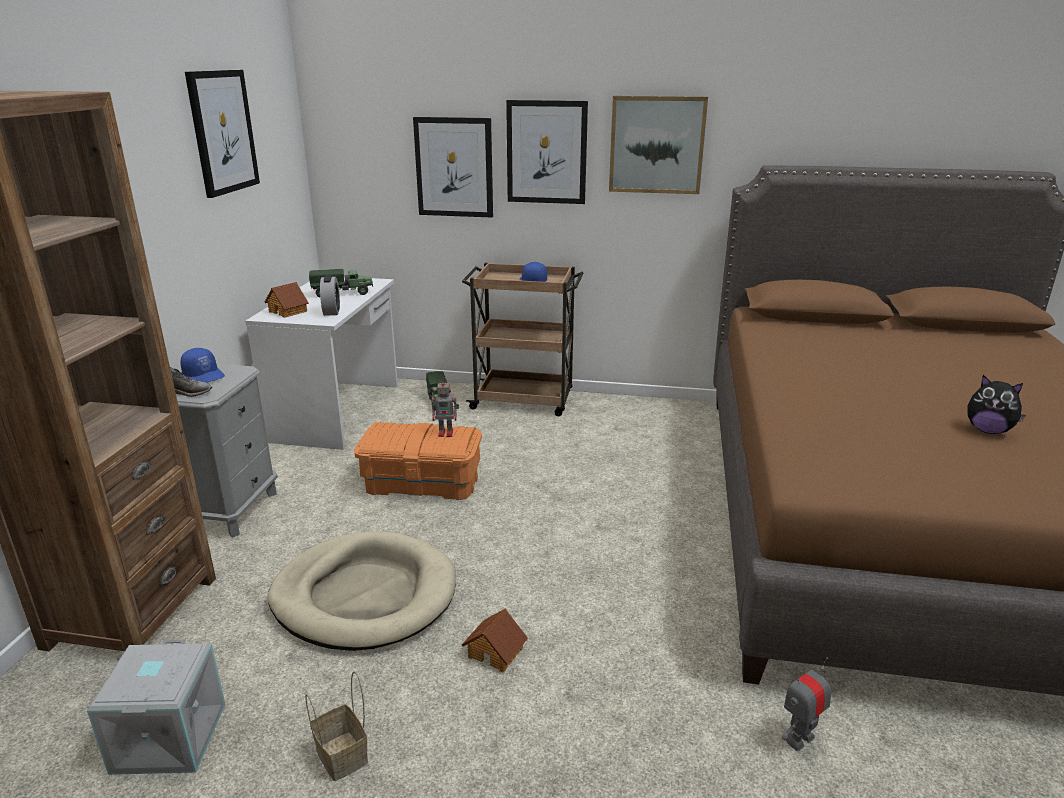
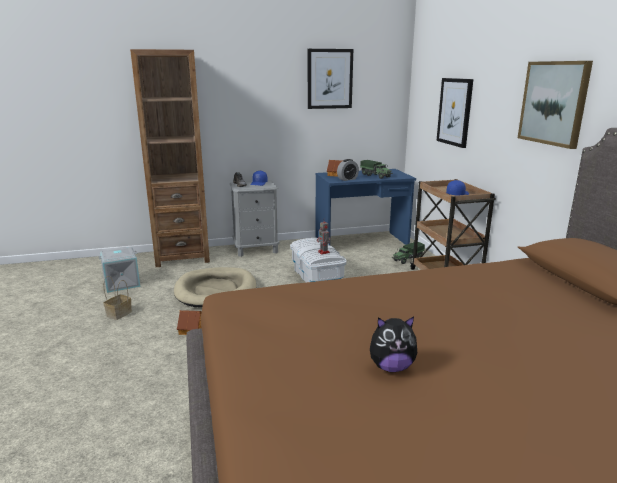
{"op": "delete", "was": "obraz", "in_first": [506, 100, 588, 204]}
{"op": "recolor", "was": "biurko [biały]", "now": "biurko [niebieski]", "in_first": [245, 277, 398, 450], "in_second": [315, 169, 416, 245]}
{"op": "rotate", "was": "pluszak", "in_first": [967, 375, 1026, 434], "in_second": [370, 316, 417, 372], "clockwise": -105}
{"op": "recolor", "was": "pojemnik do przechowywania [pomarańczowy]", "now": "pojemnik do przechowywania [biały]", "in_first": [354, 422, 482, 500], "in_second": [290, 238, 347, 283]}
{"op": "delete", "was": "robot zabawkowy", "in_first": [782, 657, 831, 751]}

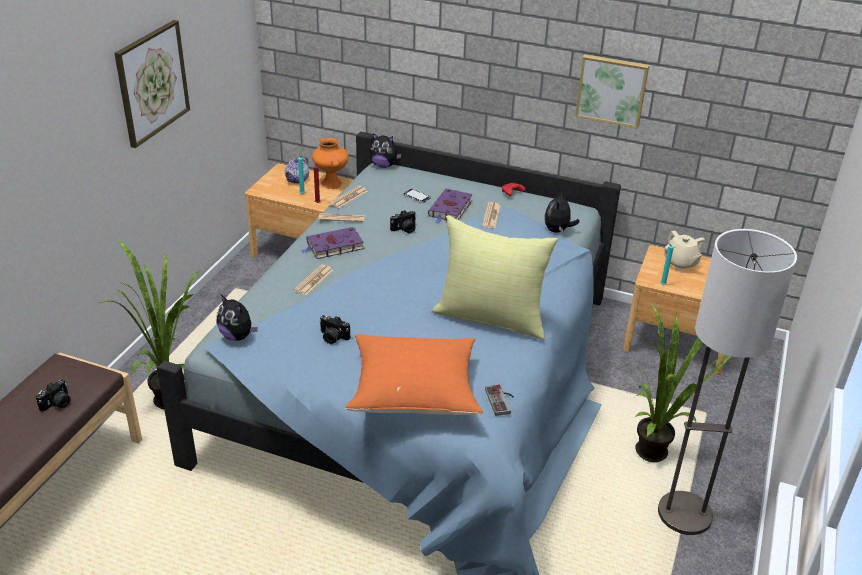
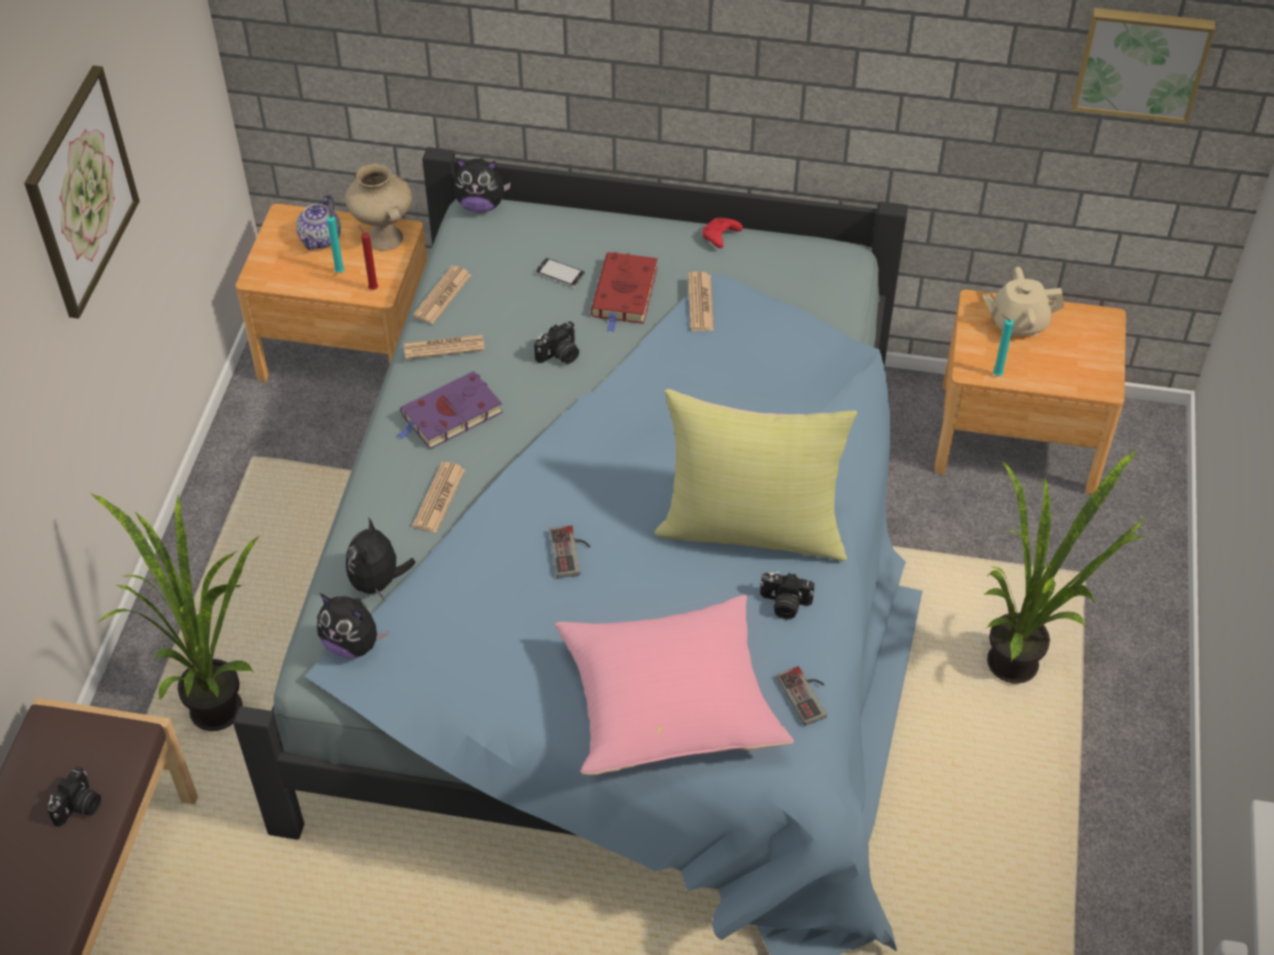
{"op": "move", "was": "obraz", "in_first": [575, 54, 649, 129], "in_second": [1072, 8, 1215, 124]}
{"op": "recolor", "was": "wazon [pomarańczowy]", "now": "wazon [beżowy]", "in_first": [312, 138, 349, 189], "in_second": [345, 164, 412, 251]}
{"op": "recolor", "was": "książka [fioletowy]", "now": "książka [czerwony]", "in_first": [428, 189, 473, 224], "in_second": [591, 252, 657, 333]}
{"op": "move", "was": "pluszak", "in_first": [544, 191, 580, 233], "in_second": [346, 517, 416, 599]}
{"op": "delete", "was": "lampa stojąca", "in_first": [658, 229, 797, 535]}
{"op": "rotate", "was": "imbryk [beżowy]", "in_first": [664, 230, 705, 271], "in_second": [983, 267, 1064, 337], "clockwise": 120}
{"op": "move", "was": "aparat fotograficzny", "in_first": [319, 315, 350, 344], "in_second": [760, 572, 815, 619]}
{"op": "recolor", "was": "poduszka [pomarańczowy]", "now": "poduszka [różowy]", "in_first": [345, 334, 483, 415], "in_second": [554, 595, 794, 775]}
{"op": "insert", "now": "pad do gier", "in_second": [549, 526, 591, 578]}

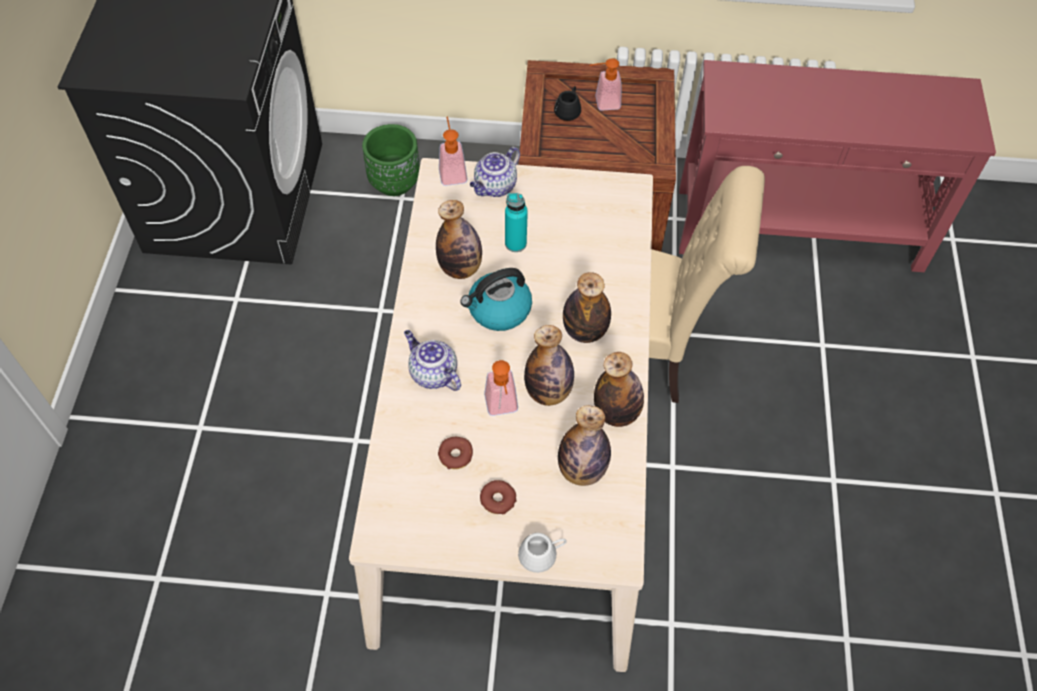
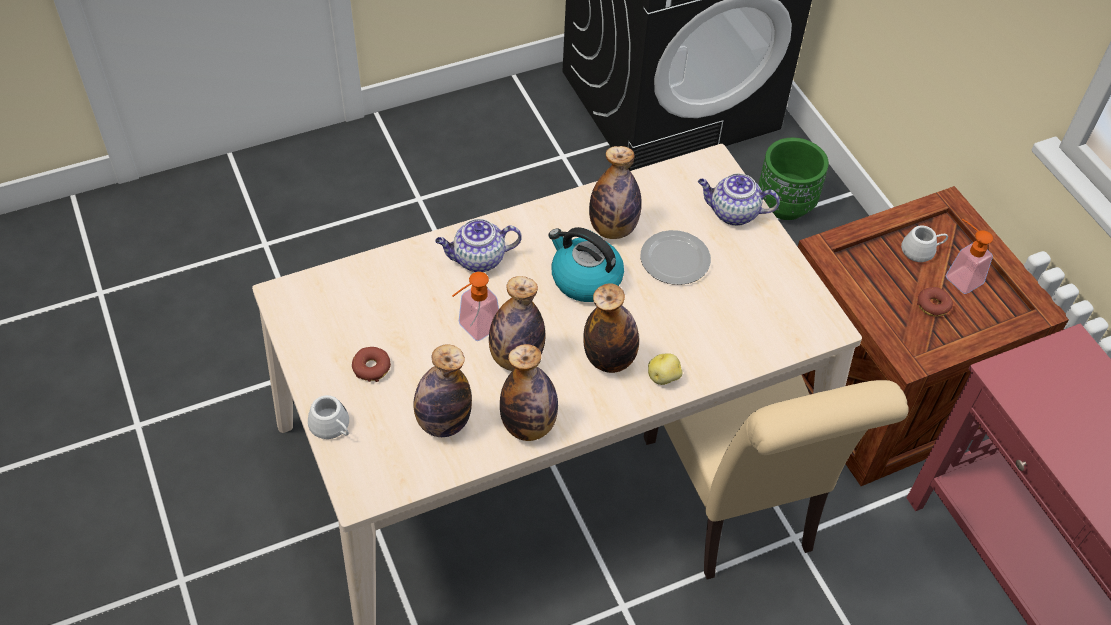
{"op": "recolor", "was": "kubek [czarny]", "now": "kubek [biały]", "in_first": [554, 86, 581, 121], "in_second": [901, 225, 948, 262]}
{"op": "delete", "was": "dozownik mydła", "in_first": [439, 117, 468, 186]}
{"op": "replace", "was": "butelka [turkusowy]", "now": "talerz", "in_first": [505, 193, 528, 252], "in_second": [641, 230, 711, 285]}
{"op": "rotate", "was": "imbryk", "in_first": [404, 330, 461, 391], "in_second": [435, 219, 522, 272], "clockwise": -120}
{"op": "move", "was": "donut", "in_first": [438, 437, 473, 469], "in_second": [917, 287, 953, 316]}
{"op": "insert", "now": "ziemniak", "in_second": [648, 353, 683, 385]}

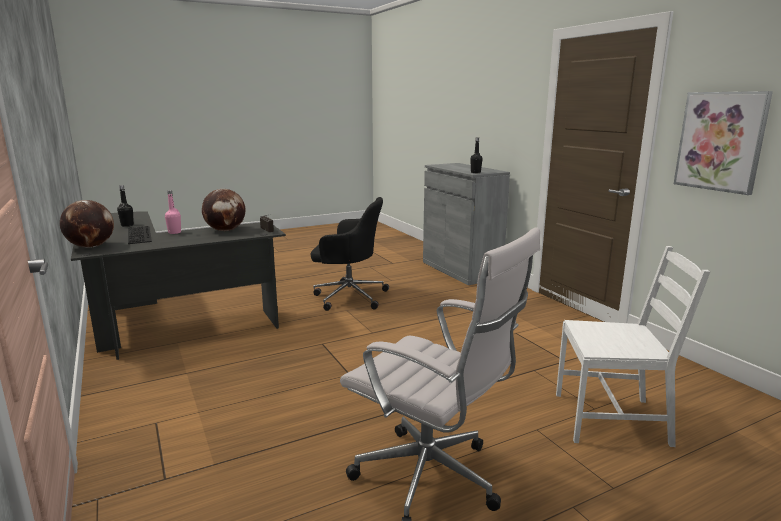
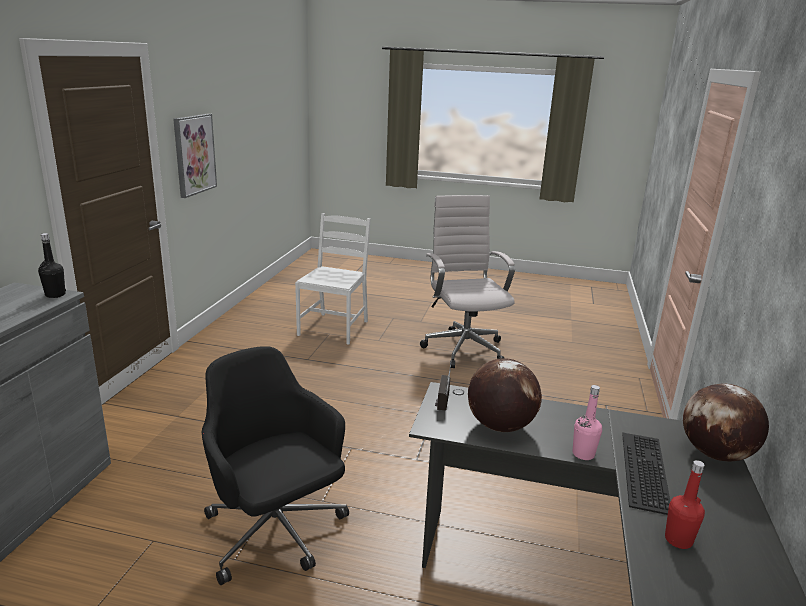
{"op": "recolor", "was": "butelka [czarny]", "now": "butelka [czerwony]", "in_first": [117, 185, 134, 227], "in_second": [665, 460, 705, 549]}
{"op": "rotate", "was": "krzesło [biały]", "in_first": [556, 246, 710, 447], "in_second": [295, 213, 371, 345], "clockwise": 60}

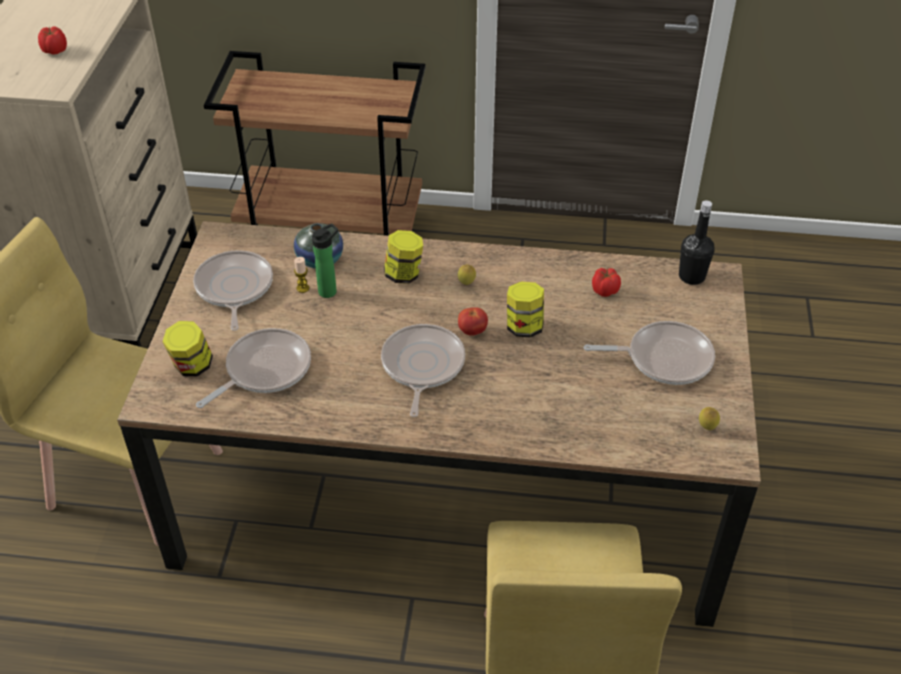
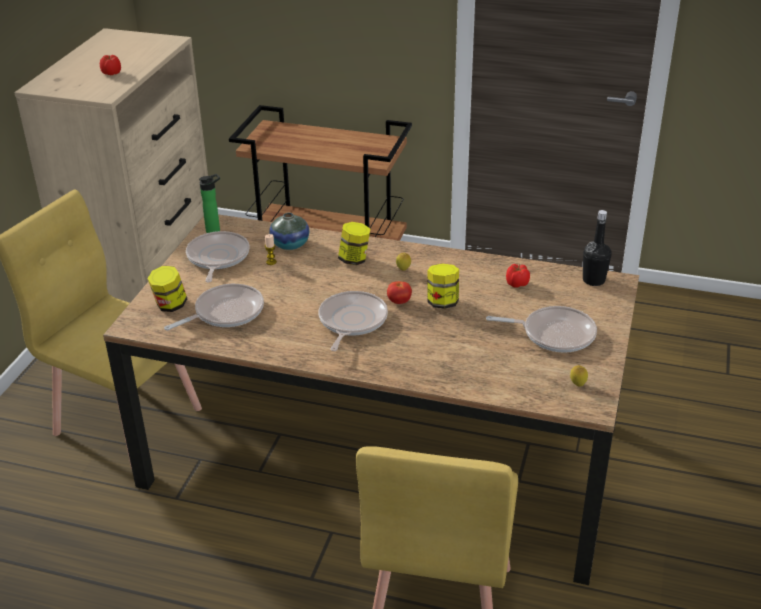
{"op": "move", "was": "butelka", "in_first": [312, 223, 338, 298], "in_second": [199, 174, 220, 233]}

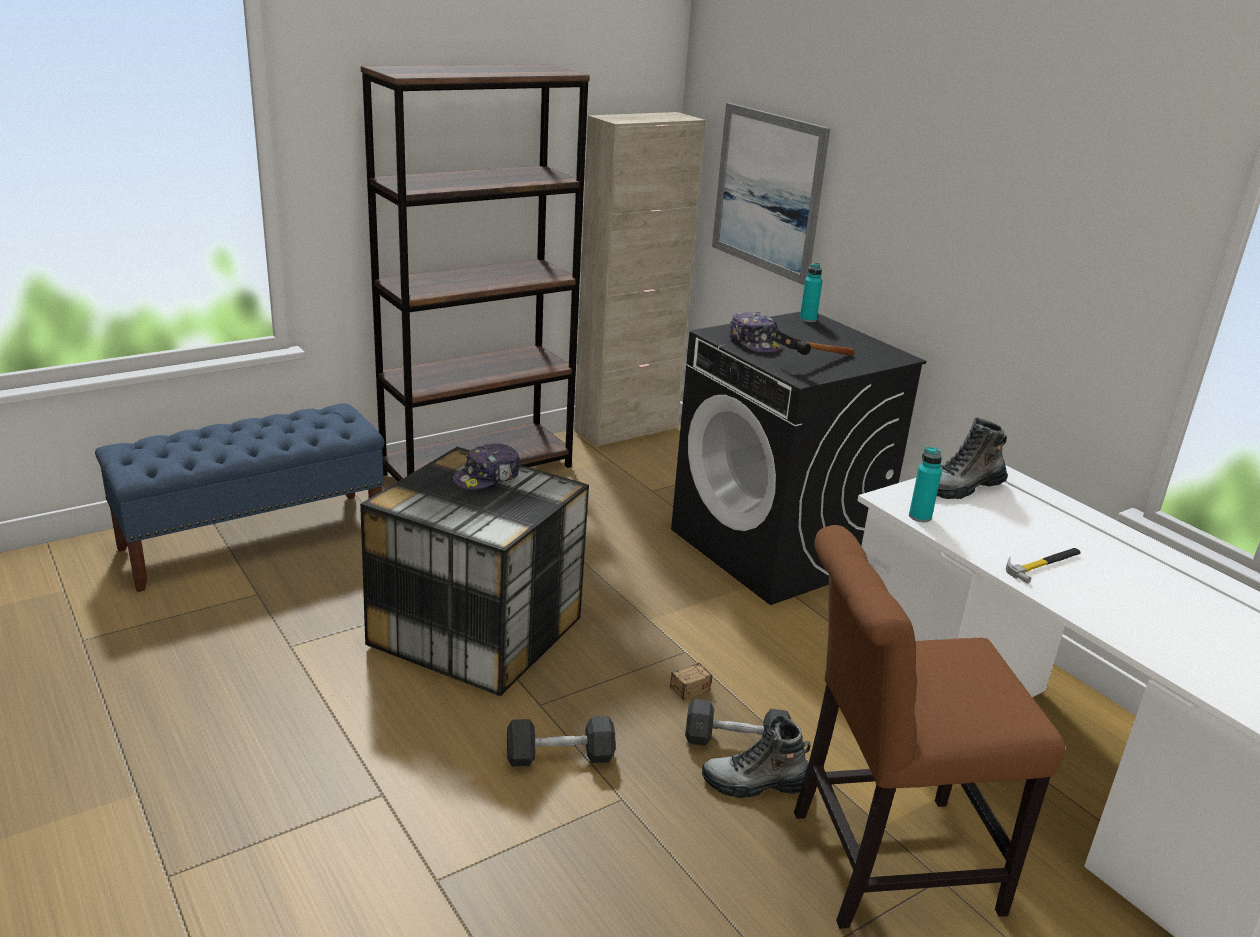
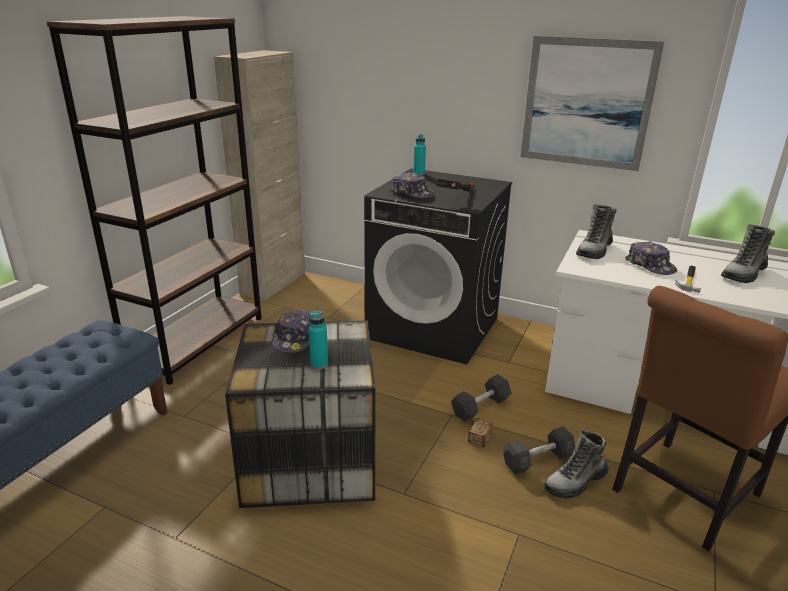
{"op": "move", "was": "obraz", "in_first": [712, 103, 830, 285], "in_second": [520, 36, 664, 171]}
{"op": "move", "was": "butelka [turkusowy]", "in_first": [909, 447, 942, 522], "in_second": [309, 311, 328, 369]}
{"op": "move", "was": "hantel [szary]", "in_first": [507, 716, 615, 767], "in_second": [451, 374, 512, 422]}
{"op": "insert", "now": "but z cholewką", "in_second": [721, 224, 775, 283]}
{"op": "insert", "now": "czapka z daszkiem", "in_second": [625, 241, 677, 275]}

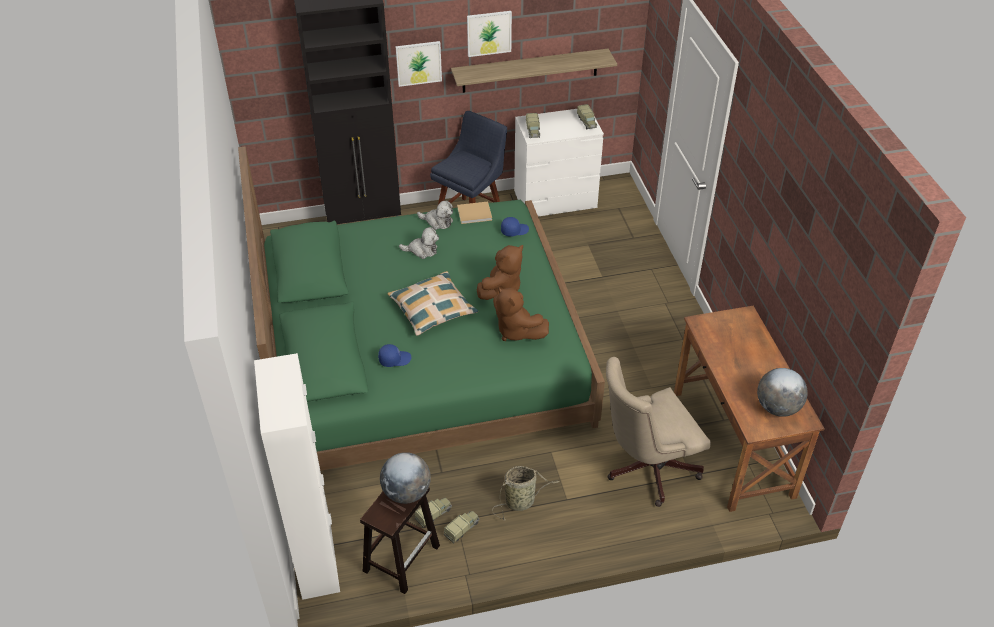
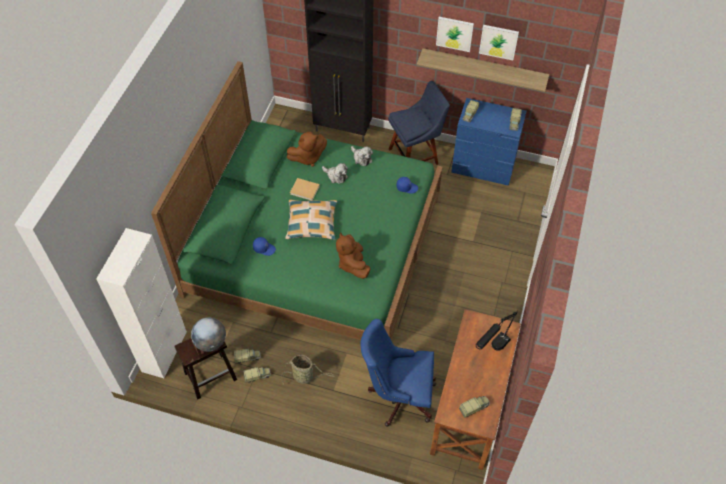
{"op": "move", "was": "obraz", "in_first": [396, 41, 442, 87], "in_second": [479, 25, 519, 60]}
{"op": "recolor", "was": "komoda [biały]", "now": "komoda [niebieski]", "in_first": [514, 109, 604, 217], "in_second": [451, 98, 527, 186]}
{"op": "move", "was": "książka [beżowy]", "in_first": [457, 202, 492, 224], "in_second": [290, 178, 320, 201]}
{"op": "move", "was": "pluszak [brązowy]", "in_first": [477, 245, 523, 300], "in_second": [287, 132, 327, 167]}
{"op": "recolor", "was": "krzesło biurowe [beżowy]", "now": "krzesło biurowe [niebieski]", "in_first": [606, 357, 711, 507], "in_second": [360, 319, 436, 427]}
{"op": "replace", "was": "globus", "now": "ciężarówka zabawkowa", "in_first": [757, 368, 808, 417], "in_second": [459, 396, 490, 418]}
{"op": "insert", "now": "lampa stołowa [czarny]", "in_second": [476, 311, 518, 351]}

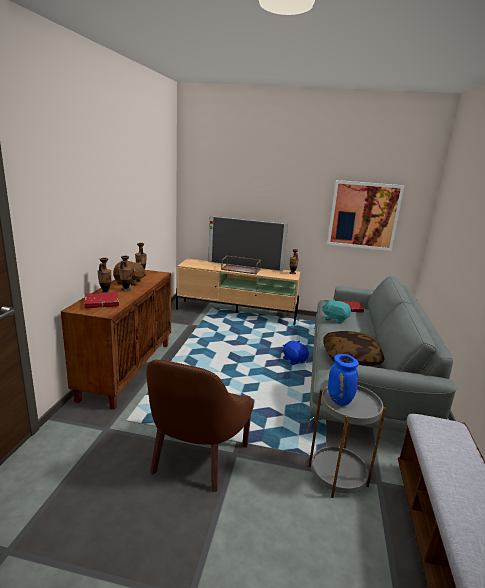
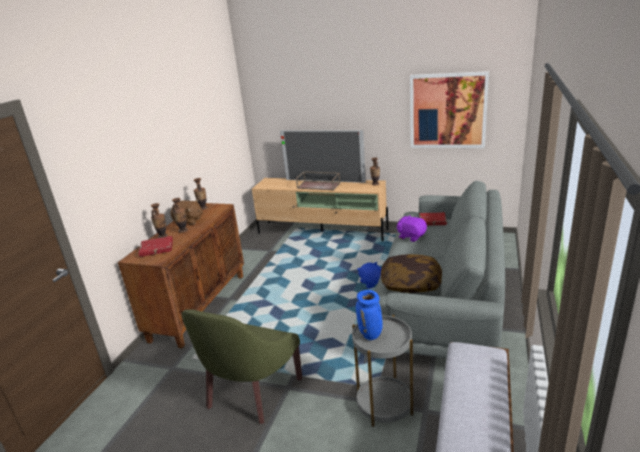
{"op": "recolor", "was": "pluszak [turkusowy]", "now": "pluszak [fioletowy]", "in_first": [322, 300, 351, 324], "in_second": [397, 215, 427, 242]}
{"op": "recolor", "was": "fotel [brązowy]", "now": "fotel [zielony]", "in_first": [146, 360, 254, 492], "in_second": [182, 309, 302, 424]}

